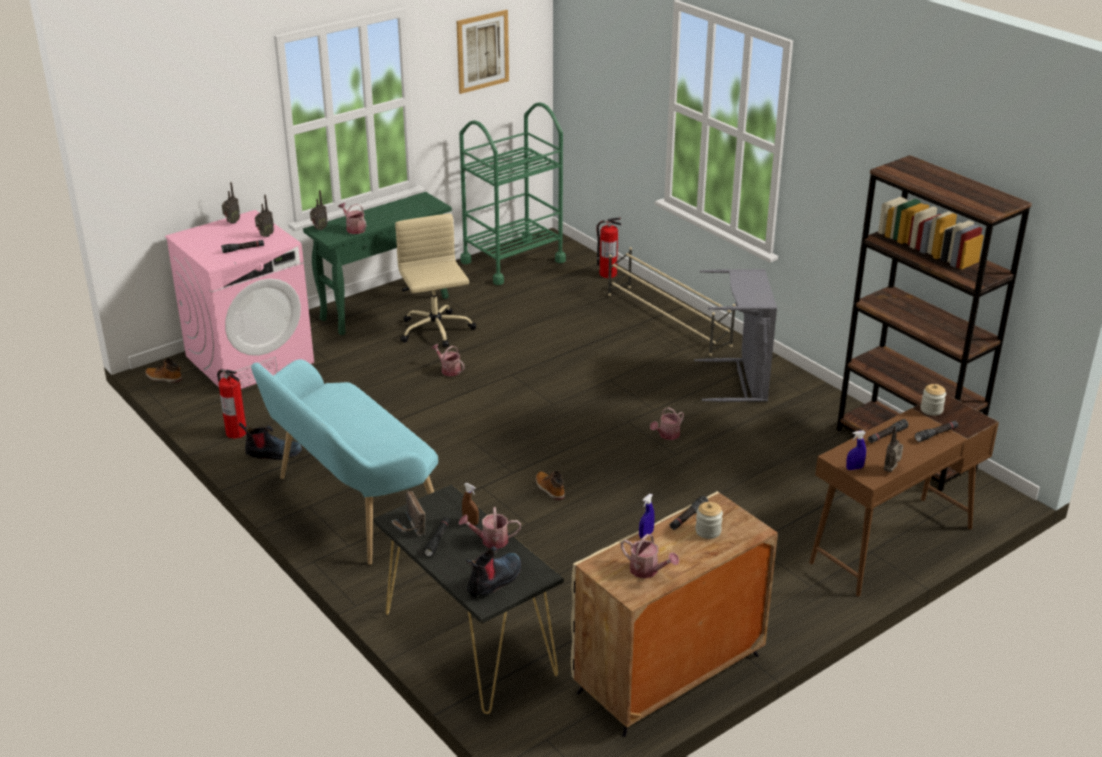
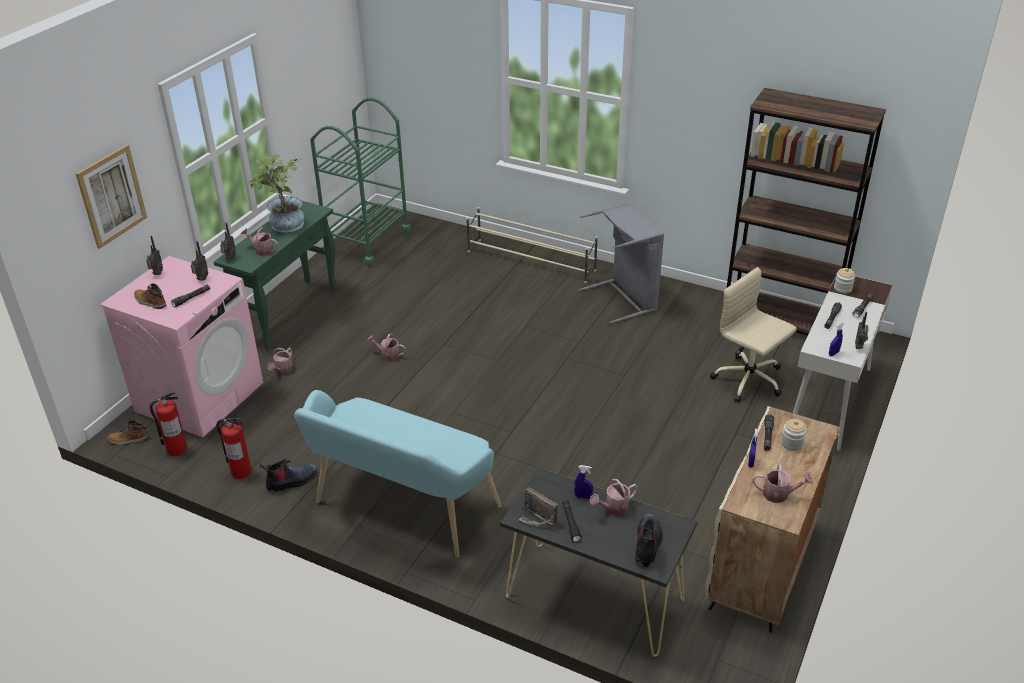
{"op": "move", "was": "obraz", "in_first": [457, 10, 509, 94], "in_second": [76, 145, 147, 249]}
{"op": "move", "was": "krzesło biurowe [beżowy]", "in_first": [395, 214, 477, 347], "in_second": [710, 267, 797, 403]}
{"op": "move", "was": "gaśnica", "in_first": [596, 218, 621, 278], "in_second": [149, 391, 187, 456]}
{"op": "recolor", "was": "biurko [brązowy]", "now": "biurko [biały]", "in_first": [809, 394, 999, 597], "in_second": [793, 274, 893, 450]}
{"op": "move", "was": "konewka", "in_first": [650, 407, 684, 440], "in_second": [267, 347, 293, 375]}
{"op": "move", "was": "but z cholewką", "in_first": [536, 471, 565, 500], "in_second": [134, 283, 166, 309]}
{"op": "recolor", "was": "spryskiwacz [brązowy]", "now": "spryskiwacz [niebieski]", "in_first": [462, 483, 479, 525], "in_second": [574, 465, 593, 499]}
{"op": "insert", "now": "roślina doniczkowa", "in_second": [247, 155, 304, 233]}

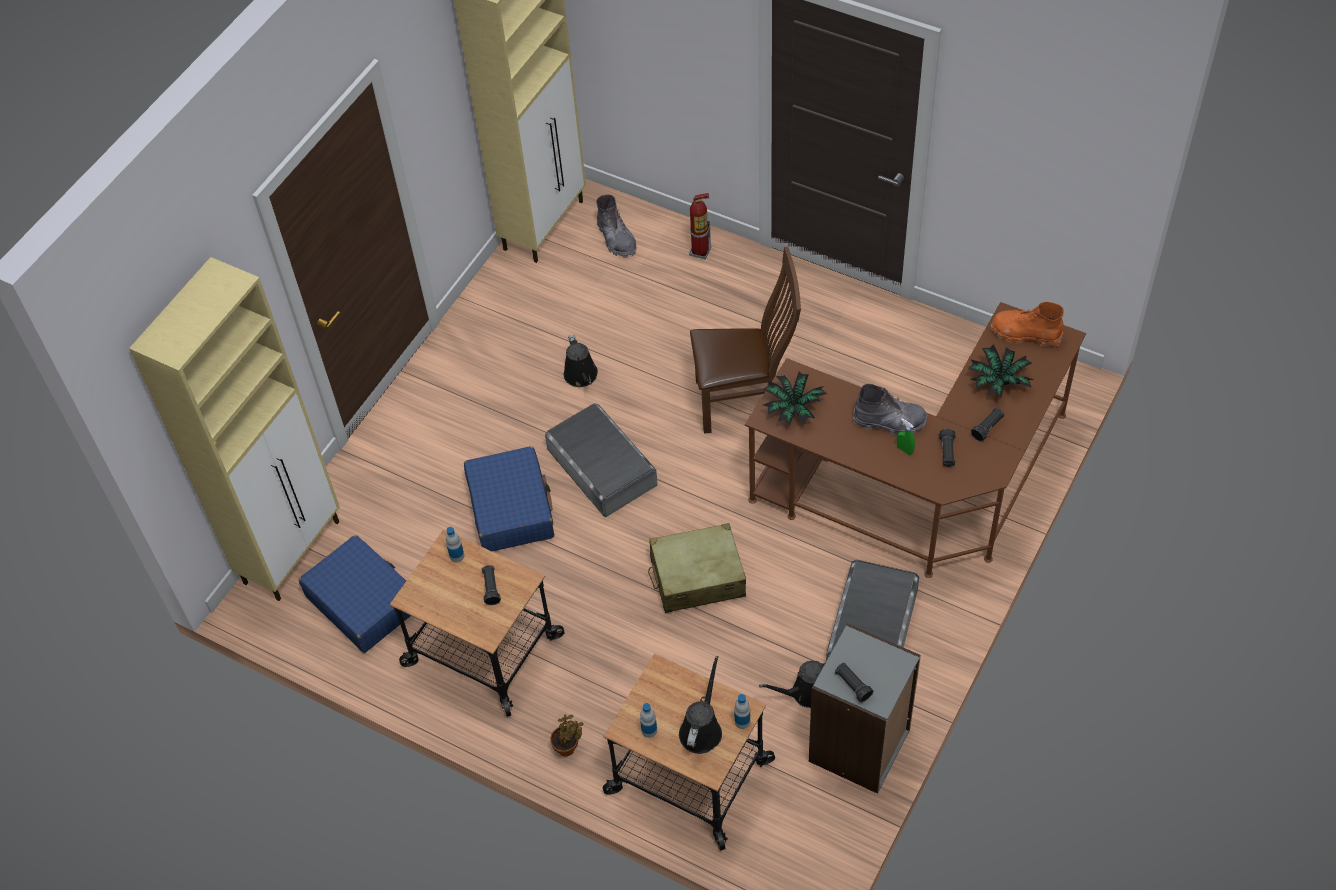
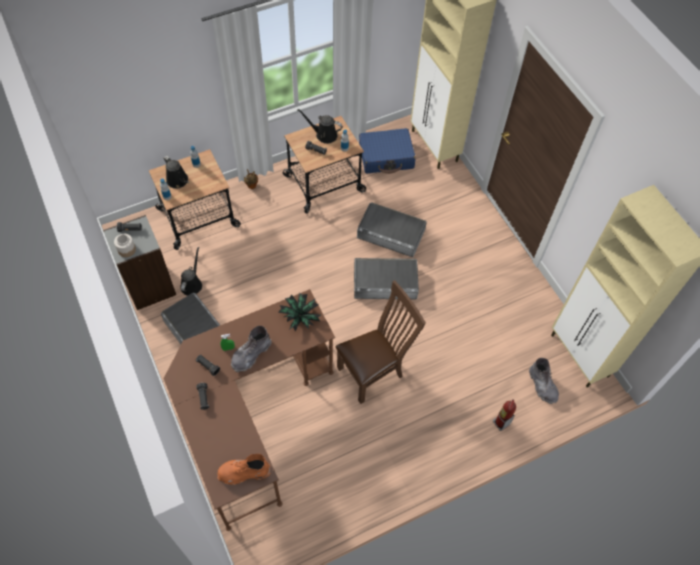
{"op": "rotate", "was": "but z cholewką [szary]", "in_first": [596, 194, 637, 258], "in_second": [529, 358, 559, 404], "clockwise": -120}
{"op": "rotate", "was": "krzesło [brązowy]", "in_first": [690, 247, 801, 434], "in_second": [336, 280, 426, 404], "clockwise": -150}
{"op": "rotate", "was": "but z cholewką [pomarańczowy]", "in_first": [990, 302, 1064, 347], "in_second": [217, 454, 271, 485], "clockwise": -150}
{"op": "move", "was": "konewka [czarny]", "in_first": [564, 334, 598, 387], "in_second": [298, 109, 343, 144]}
{"op": "delete", "was": "roślina doniczkowa", "in_first": [968, 344, 1033, 398]}
{"op": "replace", "was": "walizka [niebieski]", "now": "pojemnik do przechowywania [szary]", "in_first": [464, 446, 554, 551], "in_second": [357, 202, 427, 257]}
{"op": "delete", "was": "walizka [beżowy]", "in_first": [648, 523, 746, 613]}
{"op": "insert", "now": "słoik", "in_second": [114, 233, 136, 257]}

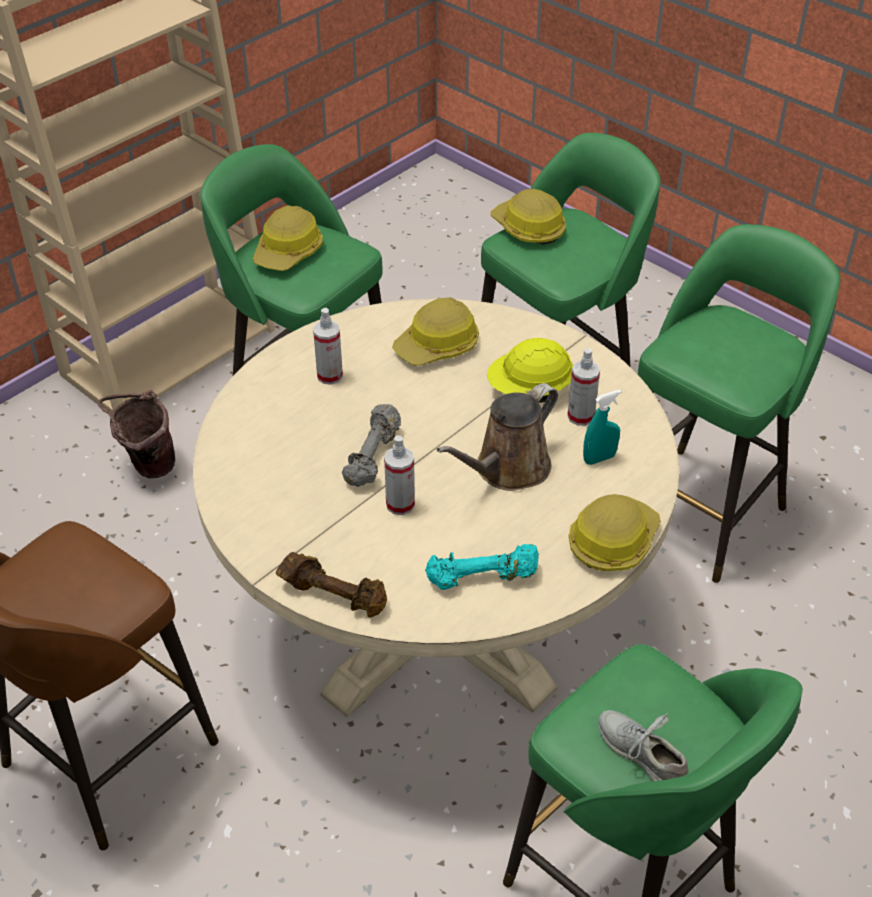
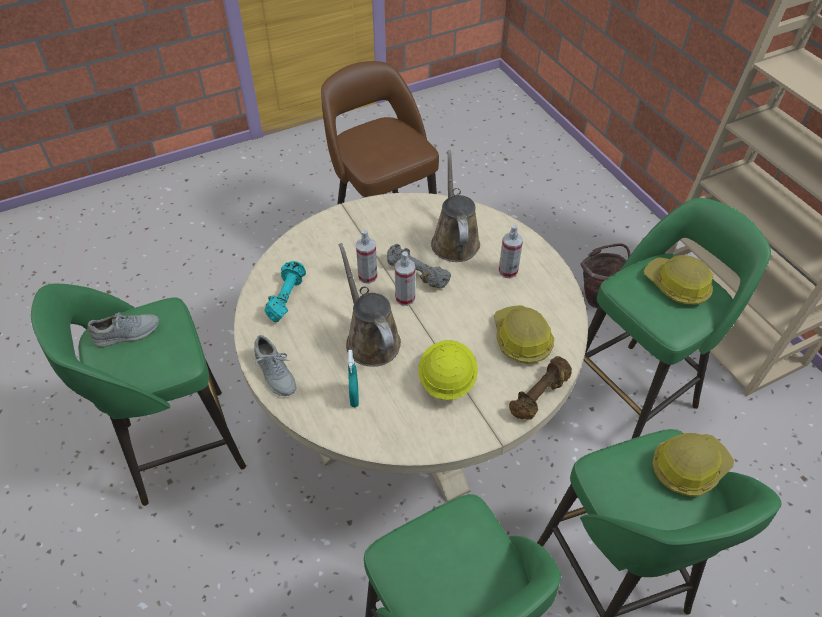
{"op": "move", "was": "spryskiwacz", "in_first": [567, 348, 600, 426], "in_second": [395, 251, 415, 306]}
{"op": "replace", "was": "kask", "now": "but [szary]", "in_first": [569, 494, 661, 571], "in_second": [254, 335, 296, 396]}
{"op": "move", "was": "hantel [brązowy]", "in_first": [276, 552, 387, 618], "in_second": [509, 356, 572, 420]}
{"op": "insert", "now": "konewka [brązowy]", "in_second": [431, 150, 480, 262]}

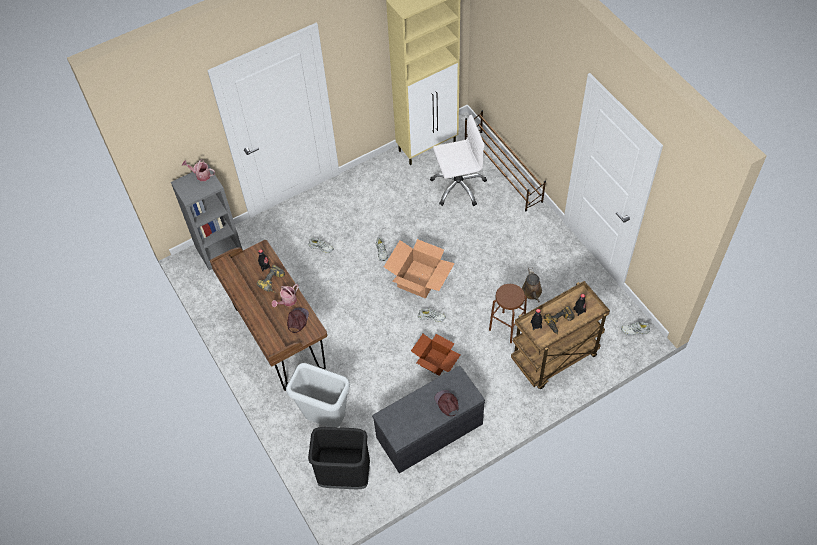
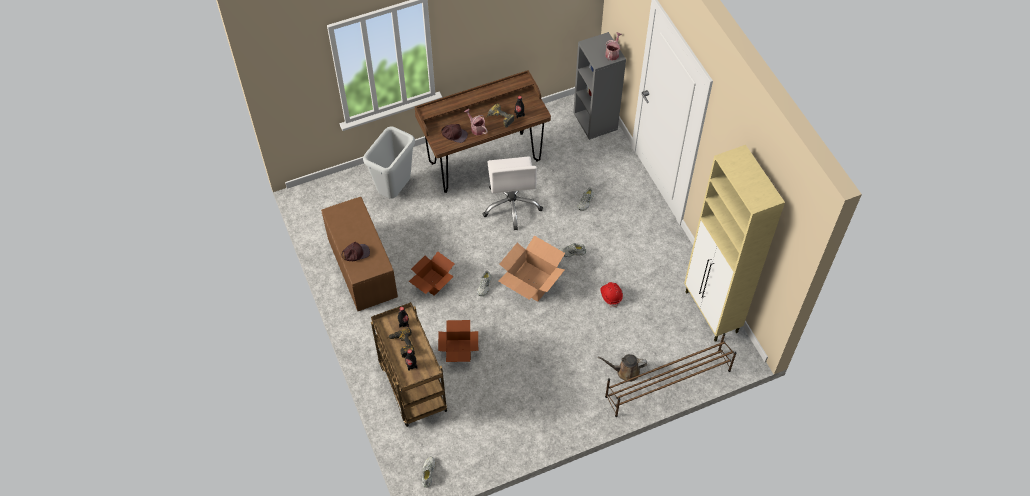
{"op": "move", "was": "krzesło biurowe [biały]", "in_first": [430, 115, 487, 206], "in_second": [483, 156, 543, 230]}
{"op": "move", "was": "konewka [brązowy]", "in_first": [522, 267, 542, 303], "in_second": [598, 354, 647, 382]}
{"op": "replace", "was": "stołek [brązowy]", "now": "karton", "in_first": [489, 284, 527, 343], "in_second": [438, 320, 478, 362]}
{"op": "recolor", "was": "ławka [szary]", "now": "ławka [brązowy]", "in_first": [372, 366, 485, 473], "in_second": [321, 197, 398, 311]}
{"op": "delete", "was": "kosz na śmieci [czarny]", "in_first": [308, 427, 370, 489]}
{"op": "insert", "now": "kask [czerwony]", "in_second": [601, 282, 623, 307]}

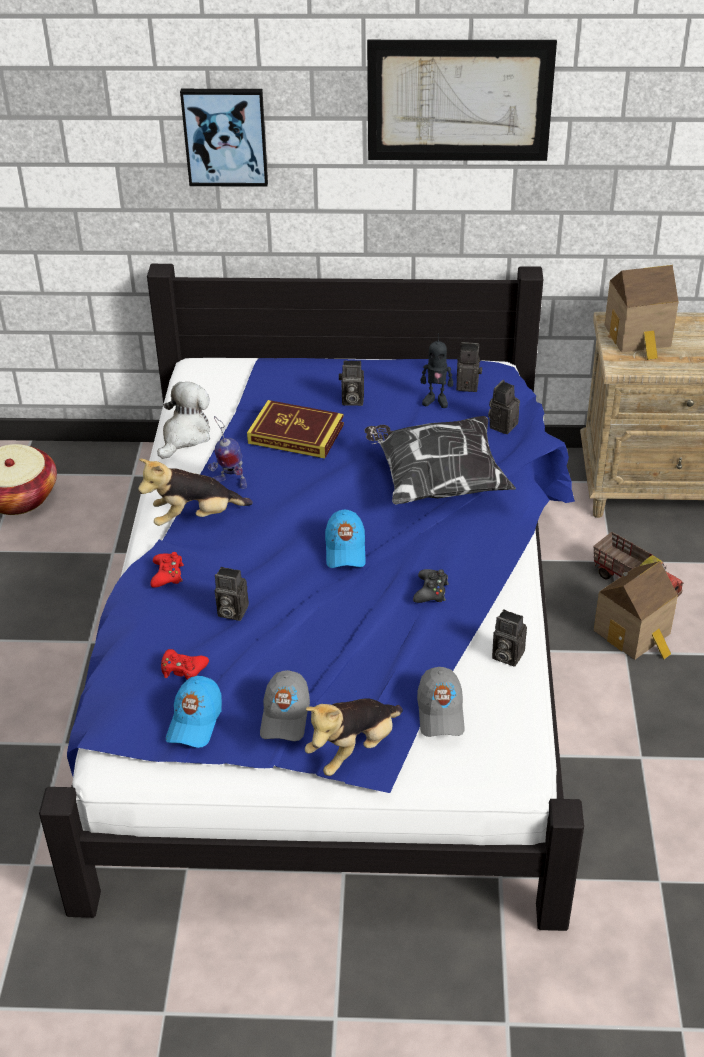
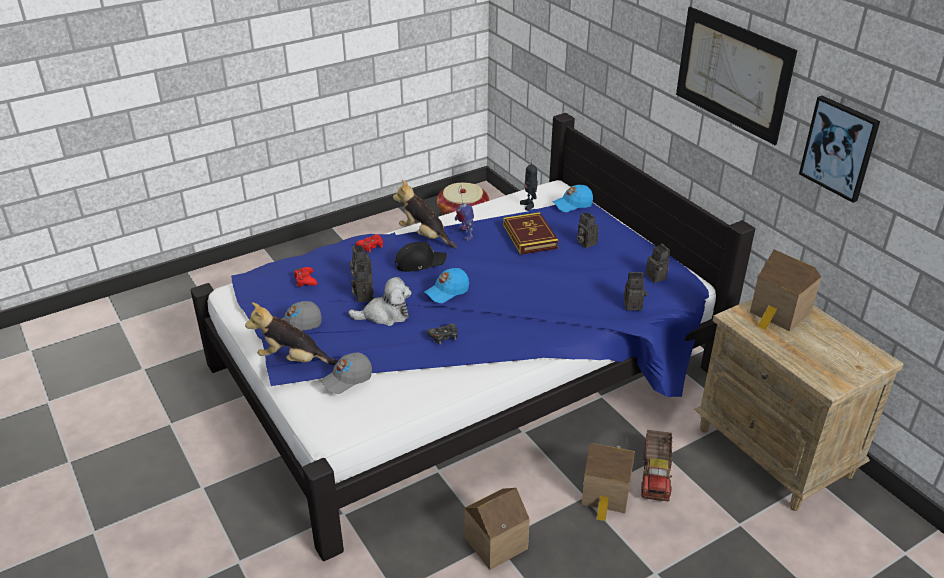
{"op": "move", "was": "obraz", "in_first": [180, 89, 268, 187], "in_second": [799, 96, 880, 203]}
{"op": "move", "was": "robot zabawkowy", "in_first": [421, 333, 453, 408], "in_second": [520, 159, 538, 211]}
{"op": "move", "was": "pluszak", "in_first": [157, 382, 210, 459], "in_second": [348, 277, 412, 326]}
{"op": "delete", "was": "poduszka", "in_first": [364, 416, 516, 504]}
{"op": "move", "was": "aparat fotograficzny", "in_first": [492, 609, 527, 667], "in_second": [351, 264, 374, 302]}
{"op": "move", "was": "czapka z daszkiem [niebieski]", "in_first": [166, 676, 222, 748], "in_second": [552, 185, 593, 212]}
{"op": "insert", "now": "czapka z daszkiem [czarny]", "in_second": [395, 242, 447, 272]}
{"op": "insert", "now": "domek", "in_second": [464, 488, 530, 570]}

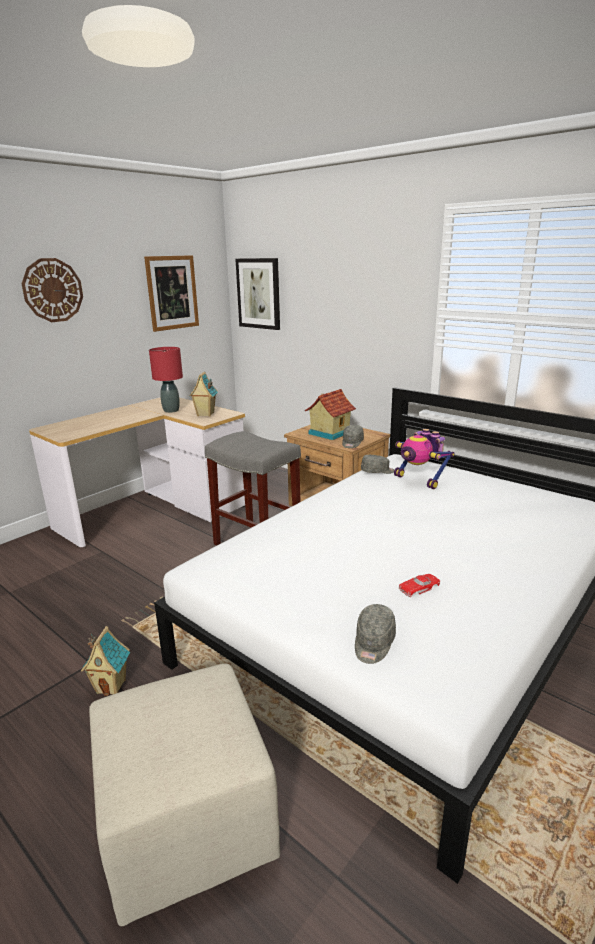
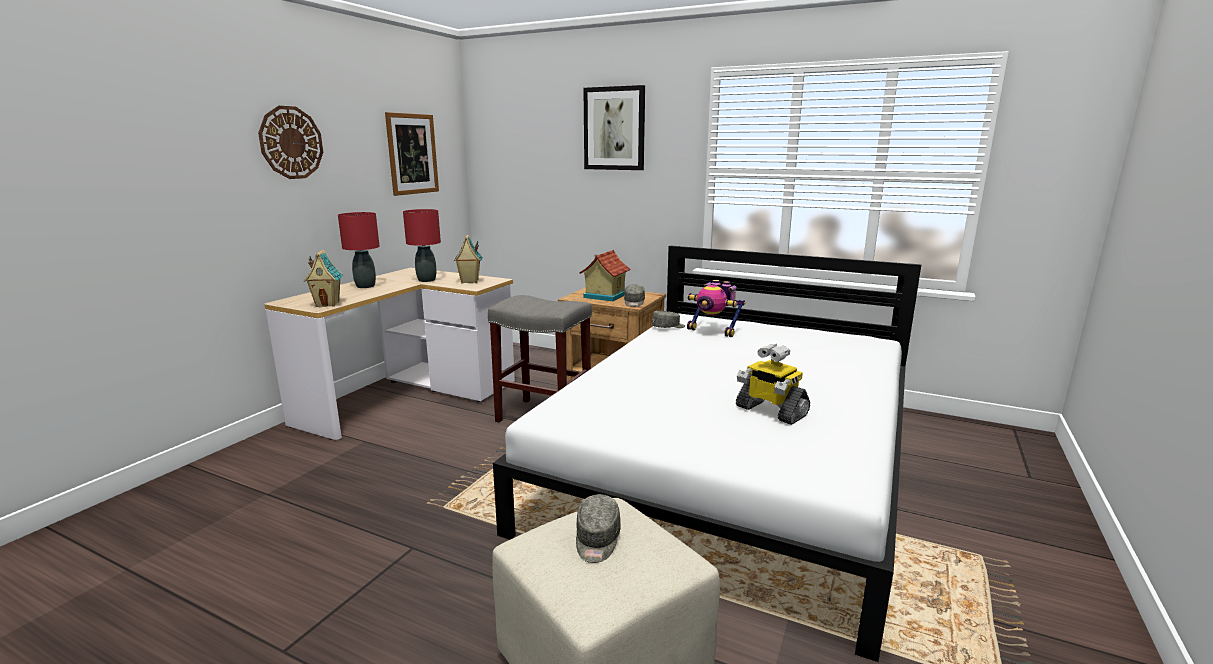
{"op": "move", "was": "obraz", "in_first": [235, 258, 280, 330], "in_second": [583, 85, 645, 170]}
{"op": "replace", "was": "samochodzik [czerwony]", "now": "robot zabawkowy", "in_first": [399, 574, 440, 597], "in_second": [736, 344, 810, 425]}
{"op": "move", "was": "czapka z daszkiem [szary]", "in_first": [355, 604, 396, 664], "in_second": [576, 494, 621, 563]}
{"op": "move", "was": "domek", "in_first": [81, 626, 130, 696], "in_second": [304, 250, 343, 307]}
{"op": "insert", "now": "lampa stołowa [czerwony]", "in_second": [338, 212, 379, 288]}

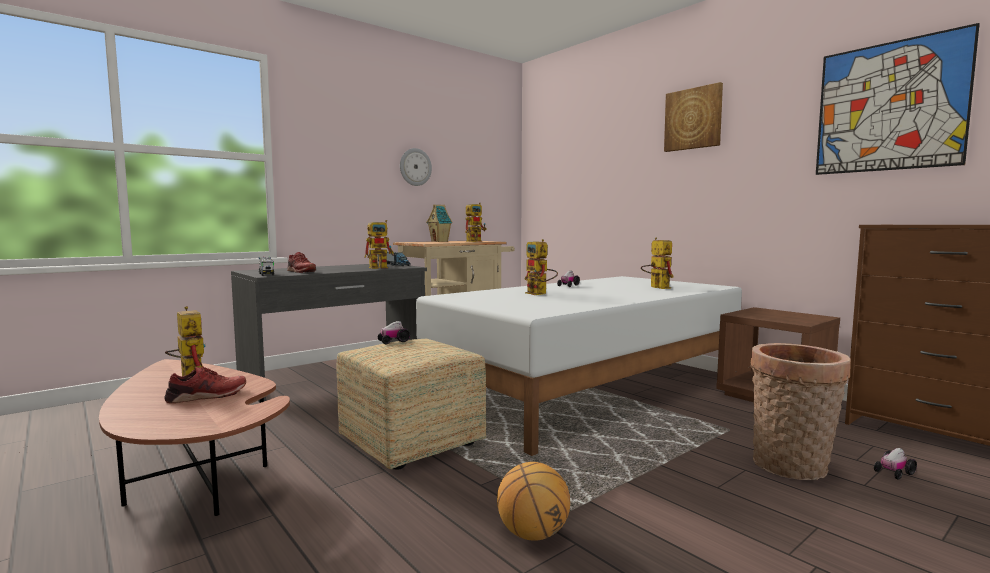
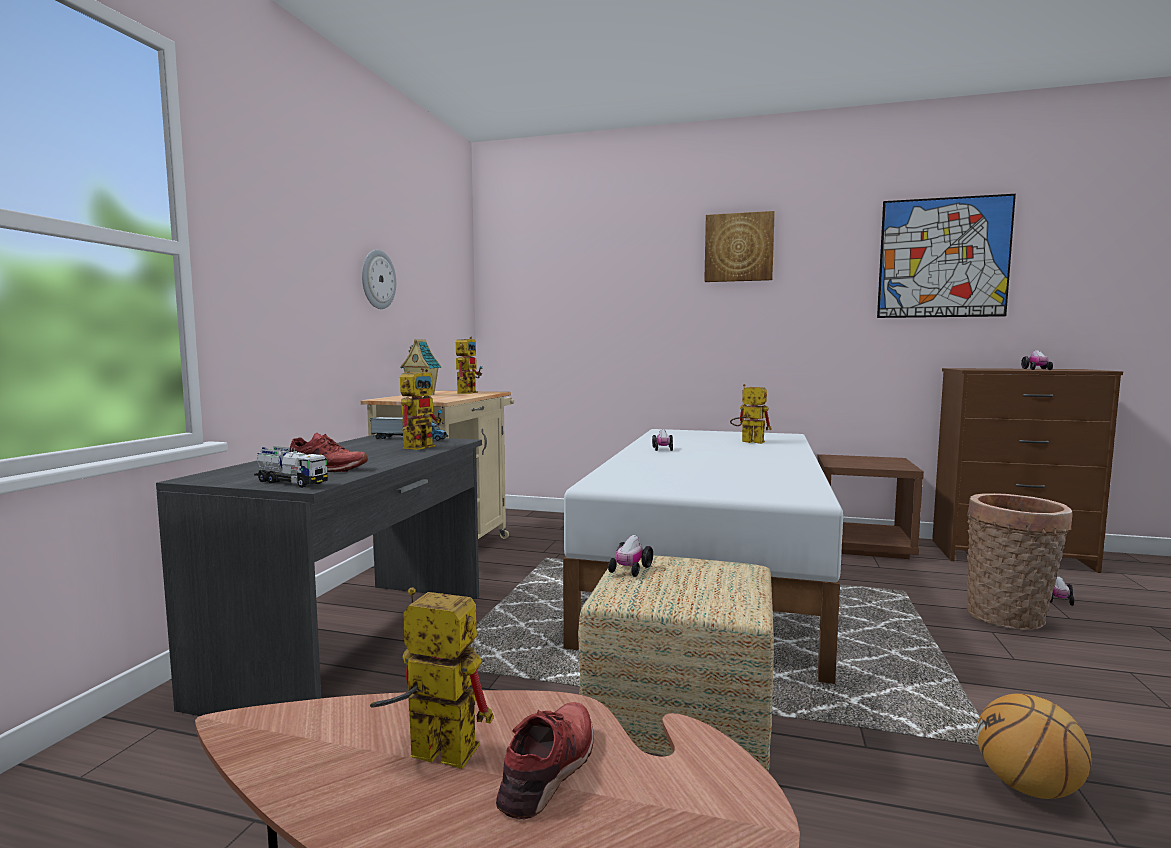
{"op": "delete", "was": "robot zabawkowy", "in_first": [524, 239, 558, 295]}
{"op": "insert", "now": "samochodzik", "in_second": [1021, 350, 1053, 370]}

